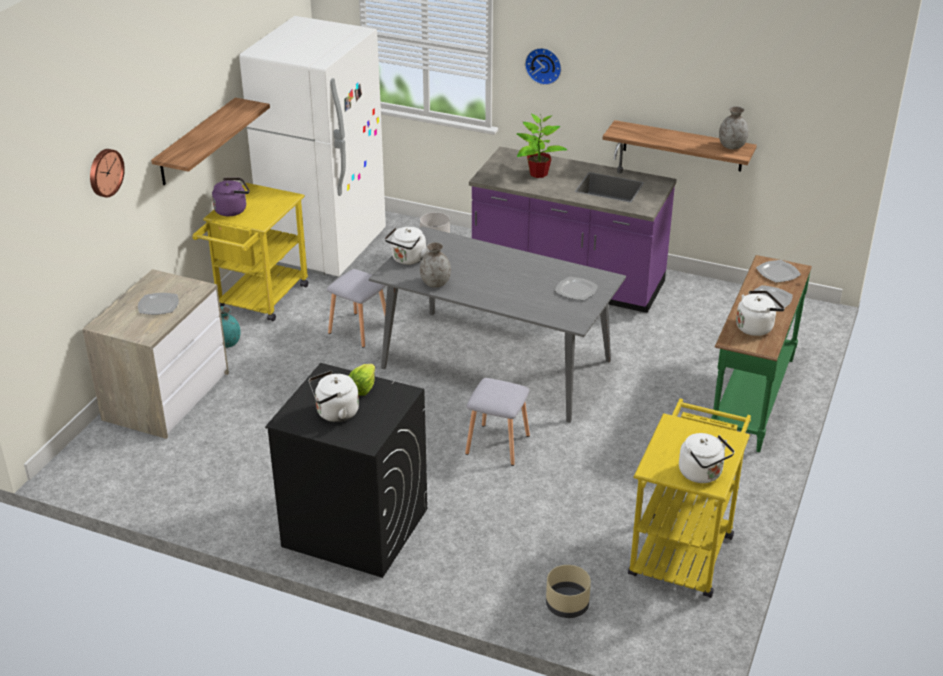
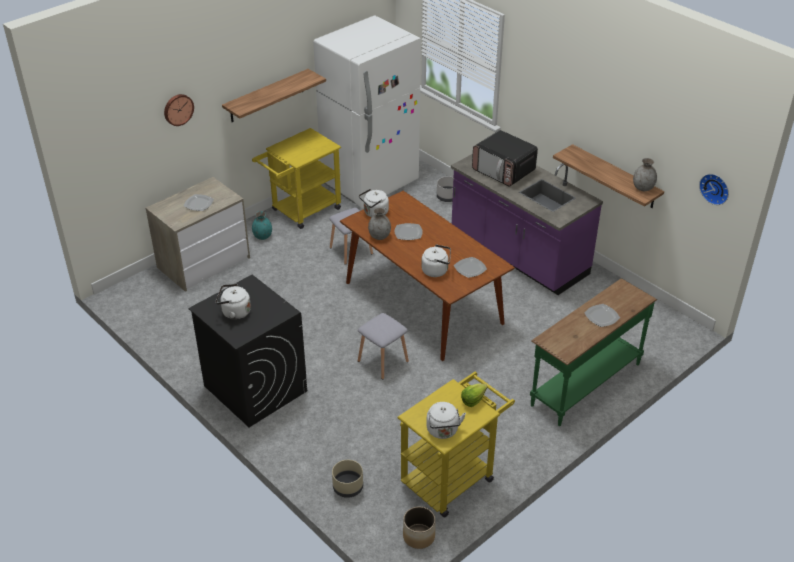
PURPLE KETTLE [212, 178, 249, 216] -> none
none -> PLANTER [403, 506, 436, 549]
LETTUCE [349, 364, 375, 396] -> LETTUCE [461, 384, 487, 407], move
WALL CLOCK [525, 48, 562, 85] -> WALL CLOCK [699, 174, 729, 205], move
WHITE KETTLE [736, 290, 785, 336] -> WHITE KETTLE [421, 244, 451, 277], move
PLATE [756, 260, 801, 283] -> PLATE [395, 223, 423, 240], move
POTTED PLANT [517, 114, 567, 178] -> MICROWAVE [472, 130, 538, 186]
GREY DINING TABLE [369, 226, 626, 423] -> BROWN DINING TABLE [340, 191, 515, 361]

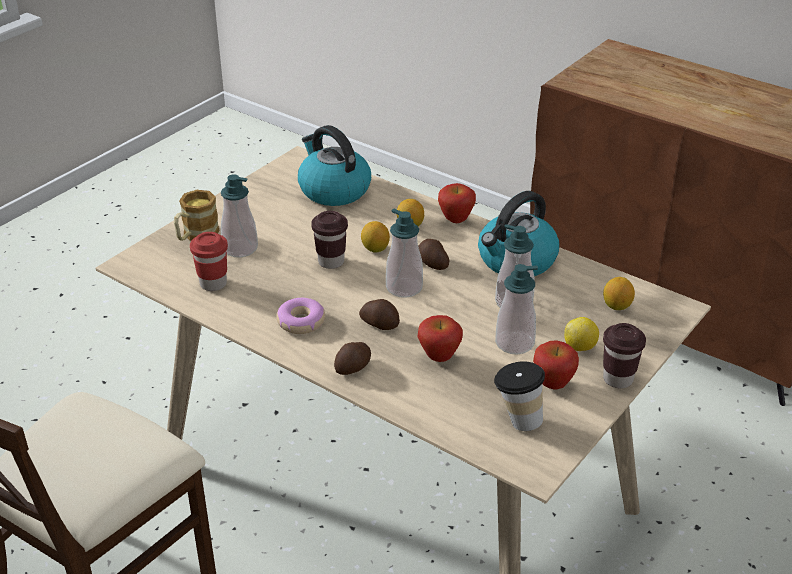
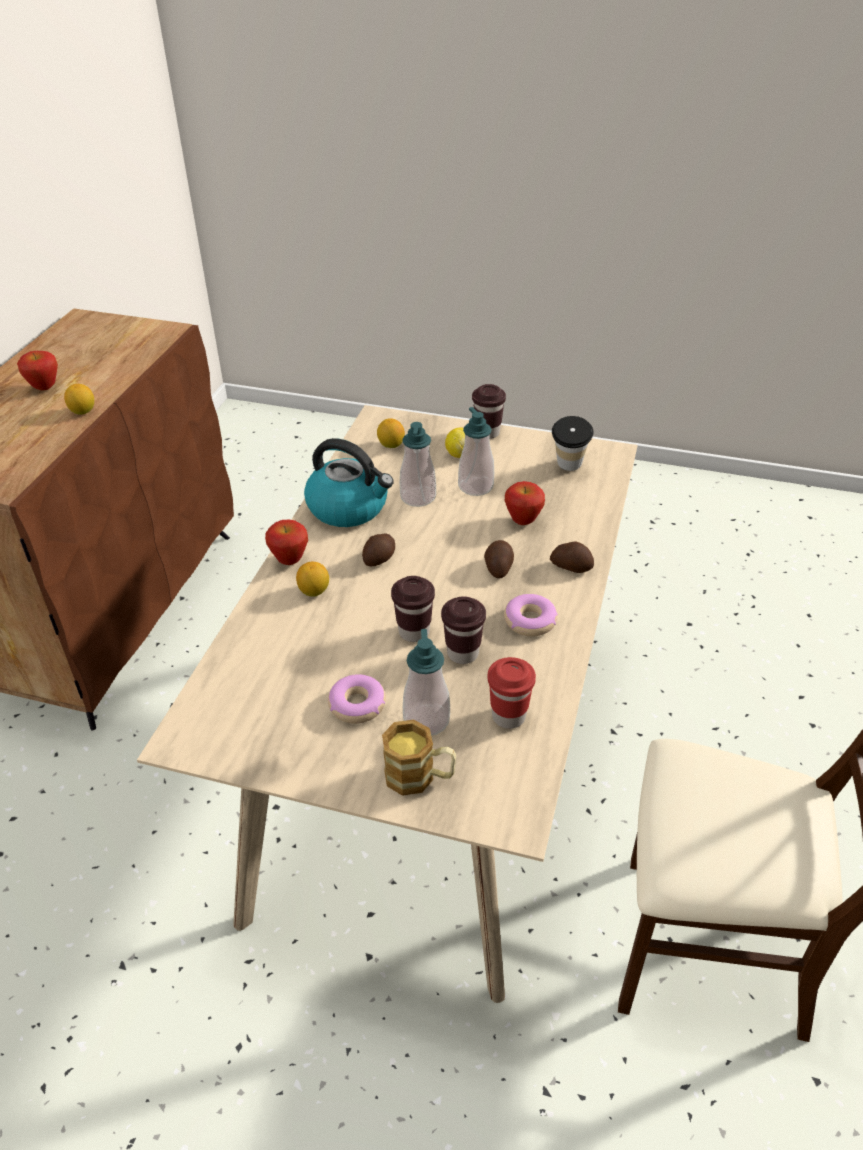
KETTLE [298, 125, 371, 206] -> none
SOAP DISPENSER [386, 209, 423, 298] -> none
none -> DONUT [328, 674, 386, 724]
none -> BROWN CUP [441, 596, 486, 664]
LEMON [361, 221, 390, 253] -> LEMON [64, 384, 94, 415], move
APPLE [533, 341, 579, 390] -> APPLE [17, 351, 58, 390], move

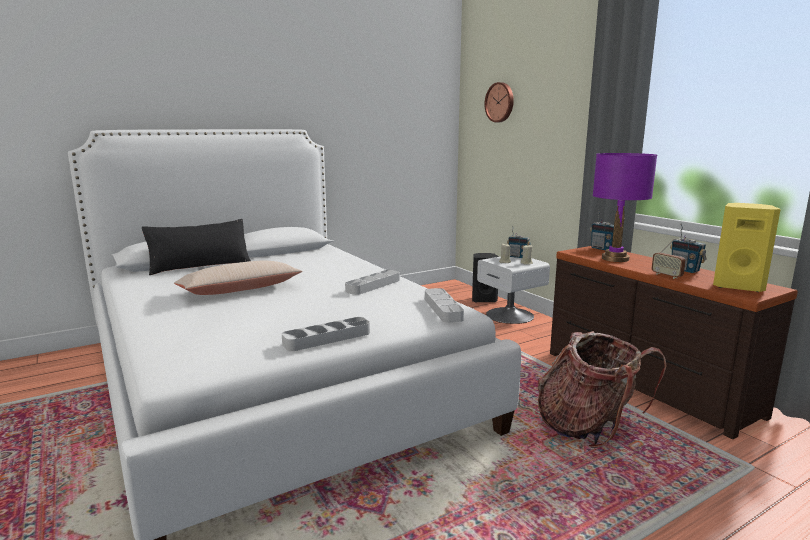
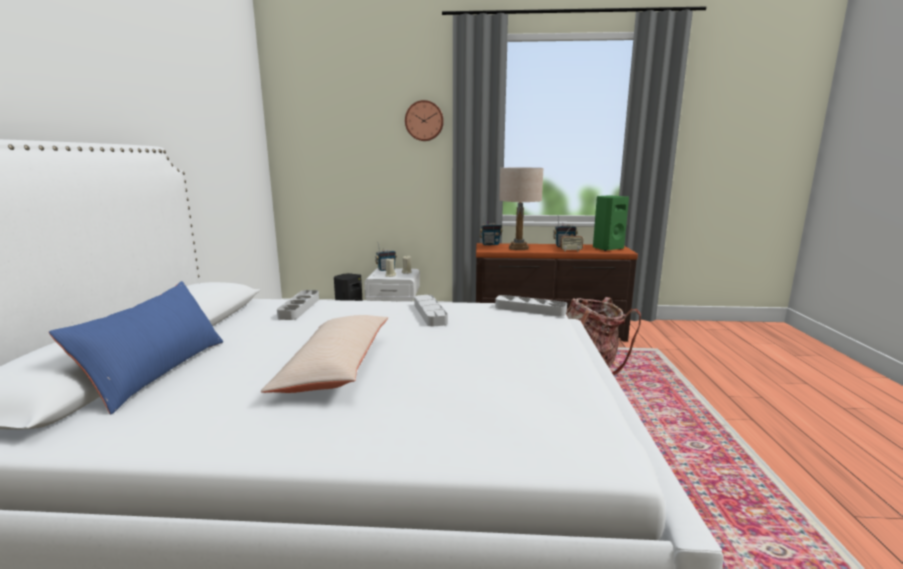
GREY TRAY [282, 317, 370, 351] -> GREY TRAY [277, 290, 319, 320], move
WALL CLOCK [485, 82, 514, 122] -> WALL CLOCK [405, 100, 444, 141], move
BLACK PILLOW [142, 219, 251, 275] -> BLUE PILLOW [49, 281, 223, 415]
PURPLE TABLE LAMP [593, 153, 657, 262] -> BEIGE TABLE LAMP [499, 168, 544, 250]
YELLOW SPEAKER [713, 203, 781, 292] -> GREEN SPEAKER [593, 196, 629, 251]

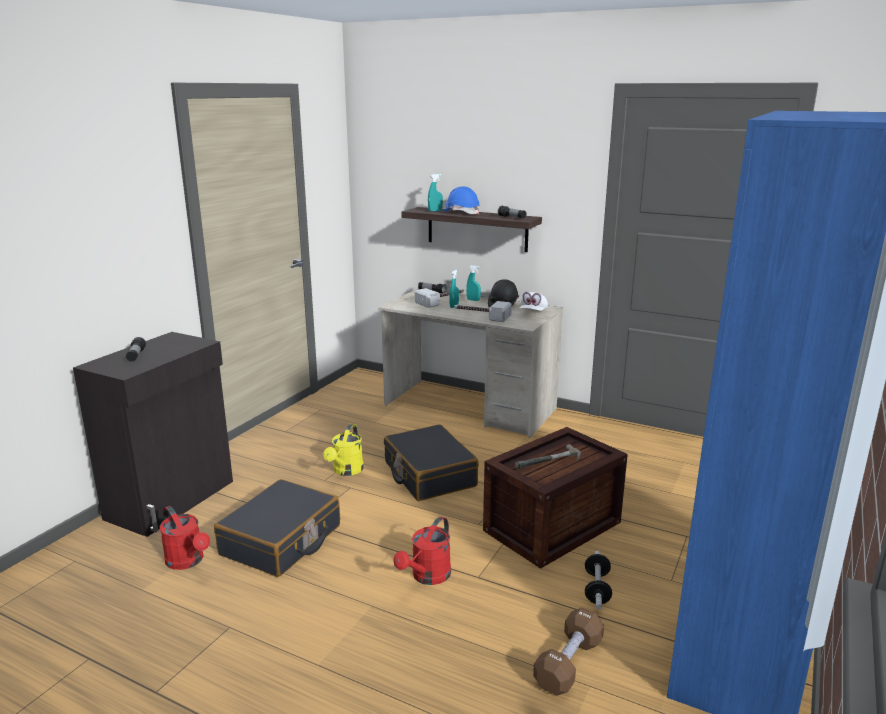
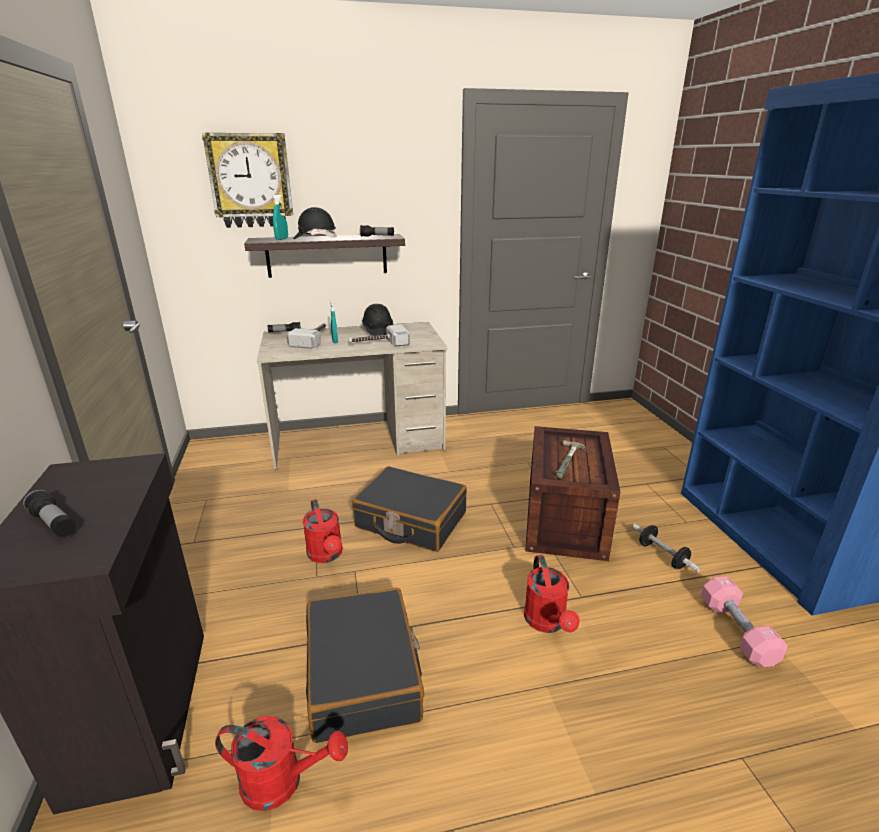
TURQUOISE SPRAY BOTTLE [466, 265, 481, 301] -> none
WHITE CAP [520, 292, 548, 311] -> none
none -> WALL CLOCK [202, 132, 293, 228]
YELLOW WATERING CAN [323, 424, 364, 476] -> RED WATERING CAN [302, 499, 343, 563]
BLUE HARD HAT [442, 186, 480, 214] -> BLACK HARD HAT [293, 207, 337, 239]
BROWN DUMBBELL [533, 607, 604, 696] -> PINK DUMBBELL [701, 576, 788, 667]

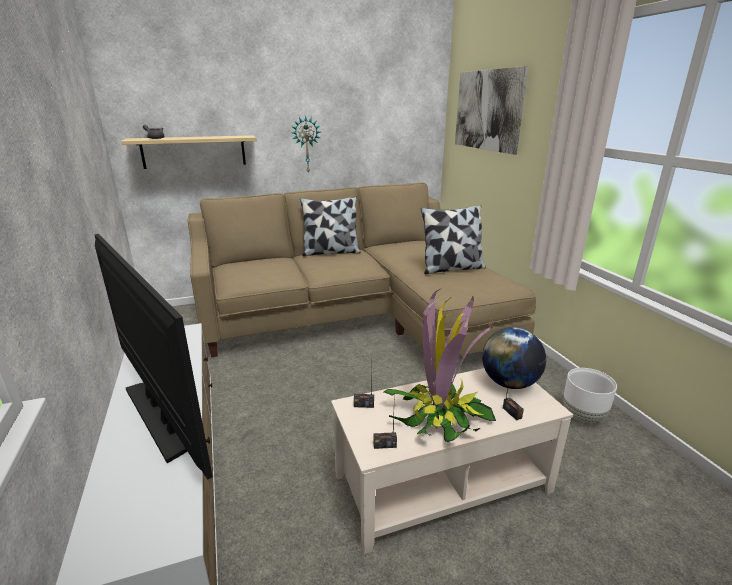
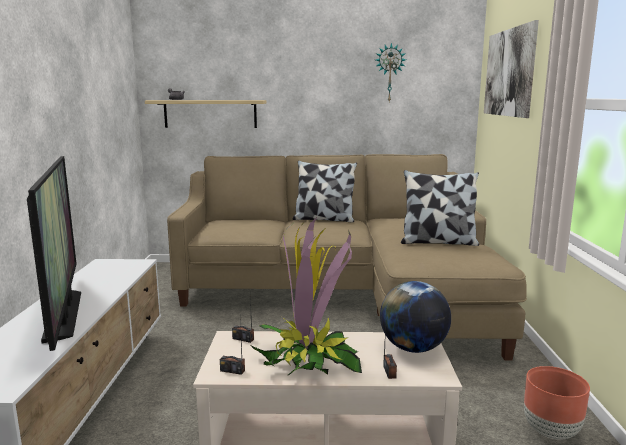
WALL CLOCK [292, 116, 321, 174] -> WALL CLOCK [376, 43, 406, 102], move
WHITE PLANTER [563, 368, 617, 423] -> BROWN PLANTER [524, 366, 590, 440]

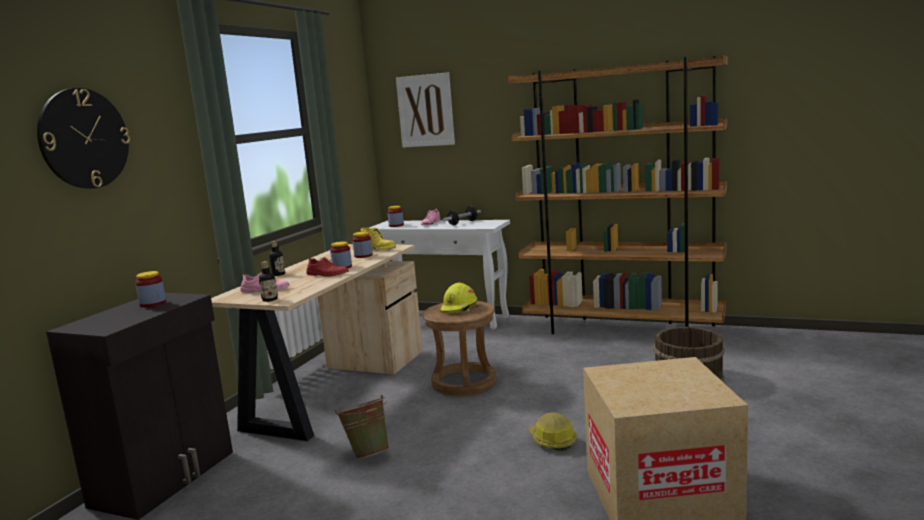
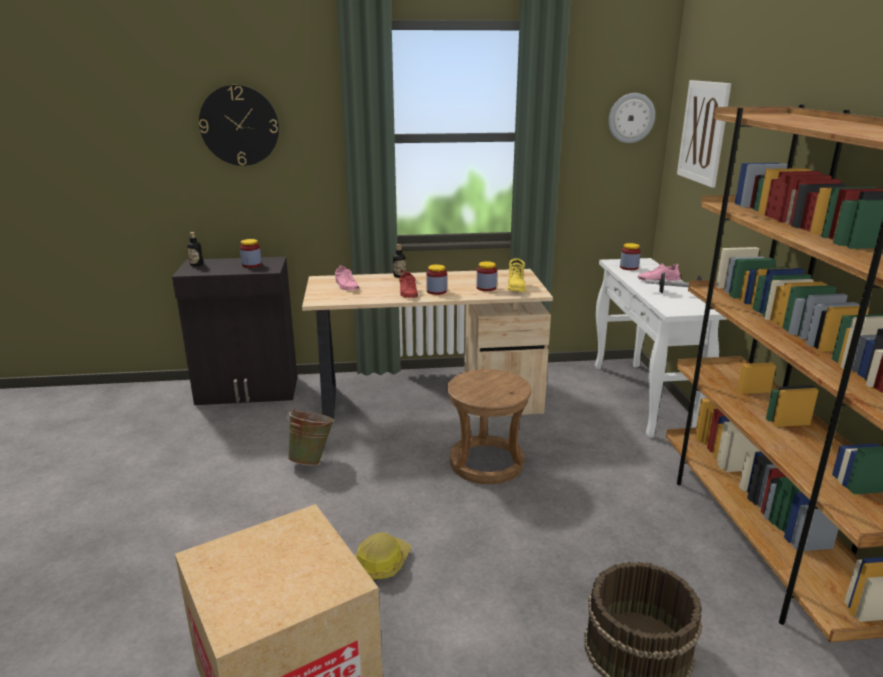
YELLOW HARD HAT [440, 283, 477, 313] -> none
none -> WALL CLOCK [608, 93, 655, 143]
BOTTLE [259, 261, 278, 302] -> BOTTLE [187, 232, 203, 266], move

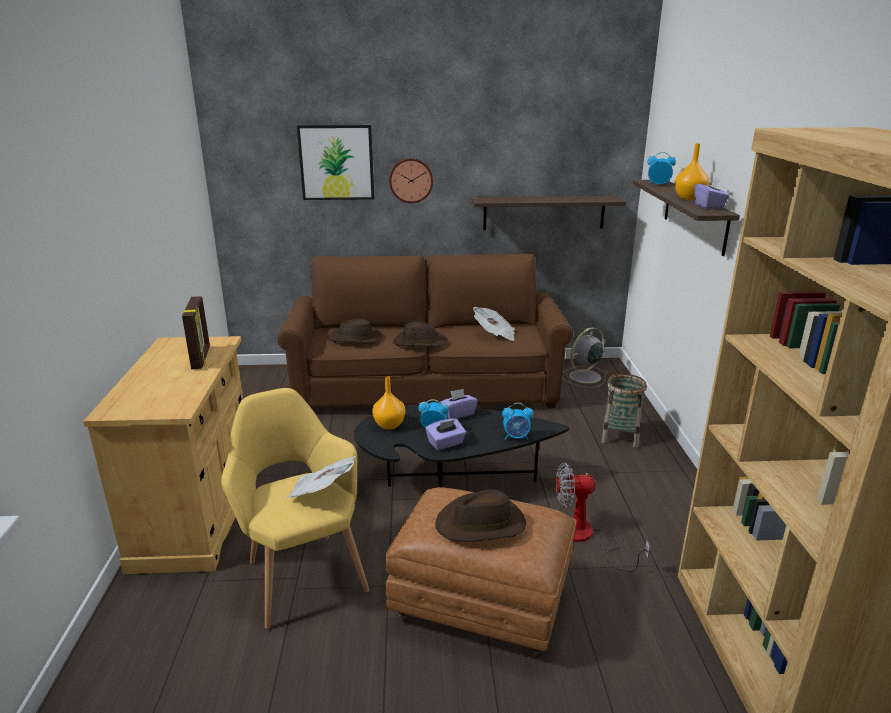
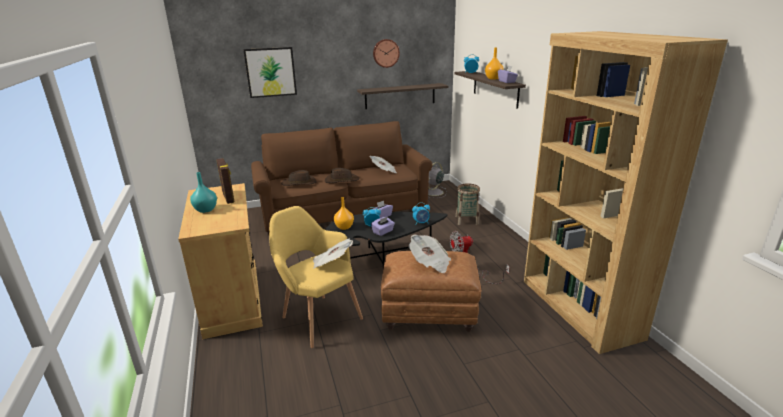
none -> TURQUOISE VASE [190, 172, 217, 213]
WALL CLOCK [389, 158, 433, 203] -> WALL CLOCK [373, 39, 400, 68], move
BROWN HAT [435, 489, 526, 541] -> NEWSPAPER [409, 234, 451, 273]

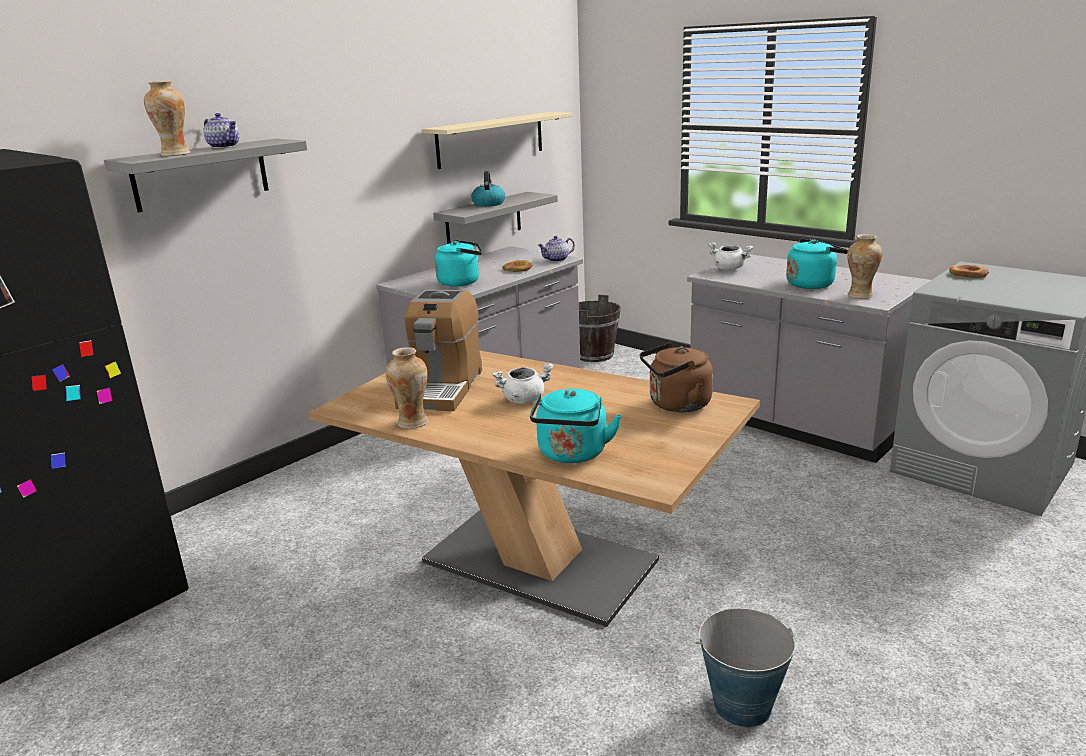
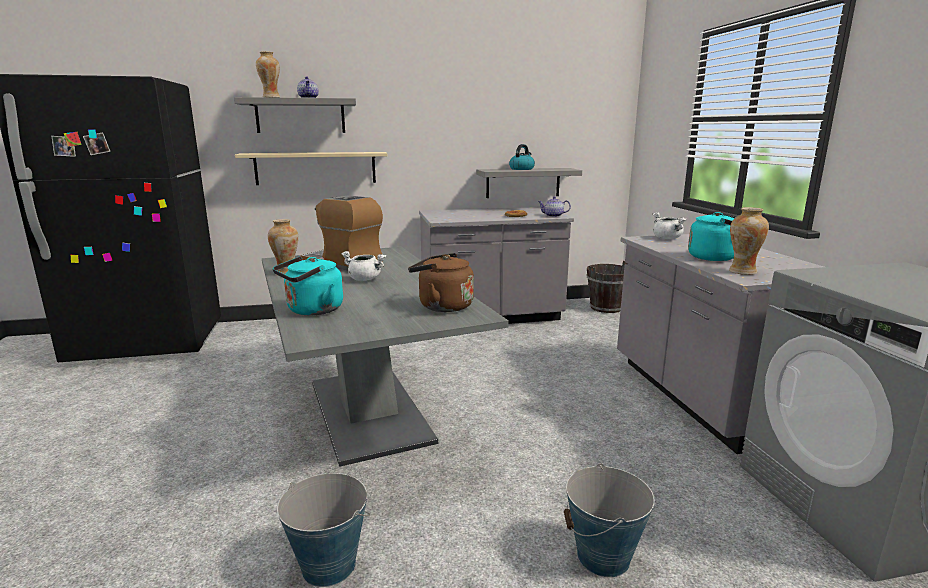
TURQUOISE KETTLE [435, 240, 482, 286] -> none
BREAD [949, 265, 989, 278] -> none
none -> BUCKET [564, 463, 655, 577]
BEIGE SHELF [422, 112, 573, 169] -> BEIGE SHELF [235, 152, 388, 185], move
BROWN DINING TABLE [308, 350, 760, 627] -> GREY DINING TABLE [262, 247, 509, 467]
COFFEE MACHINE [394, 290, 482, 411] -> COFFEE MACHINE [300, 195, 383, 270], 75 degrees clockwise

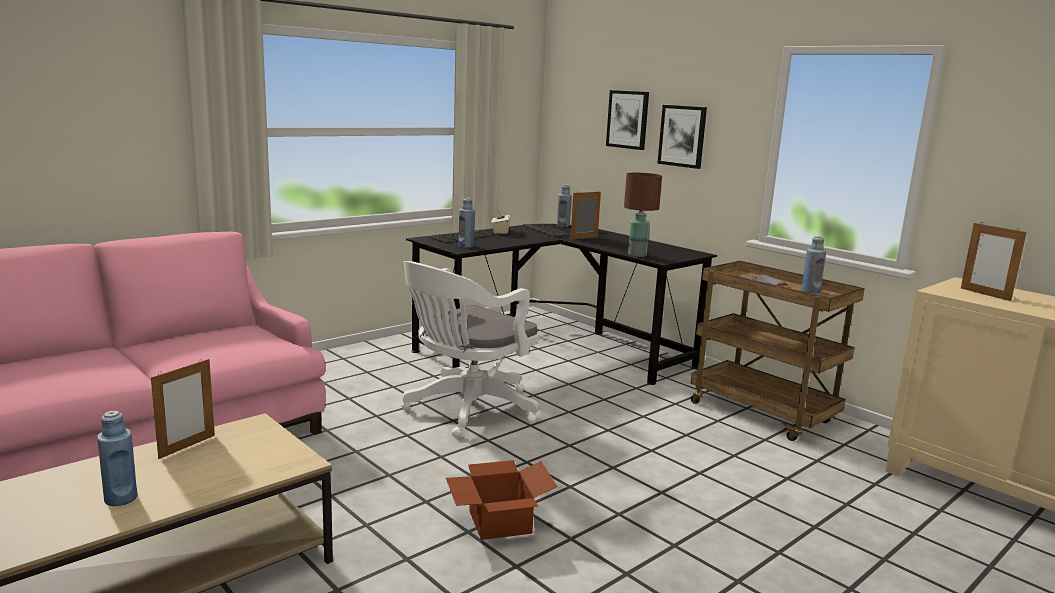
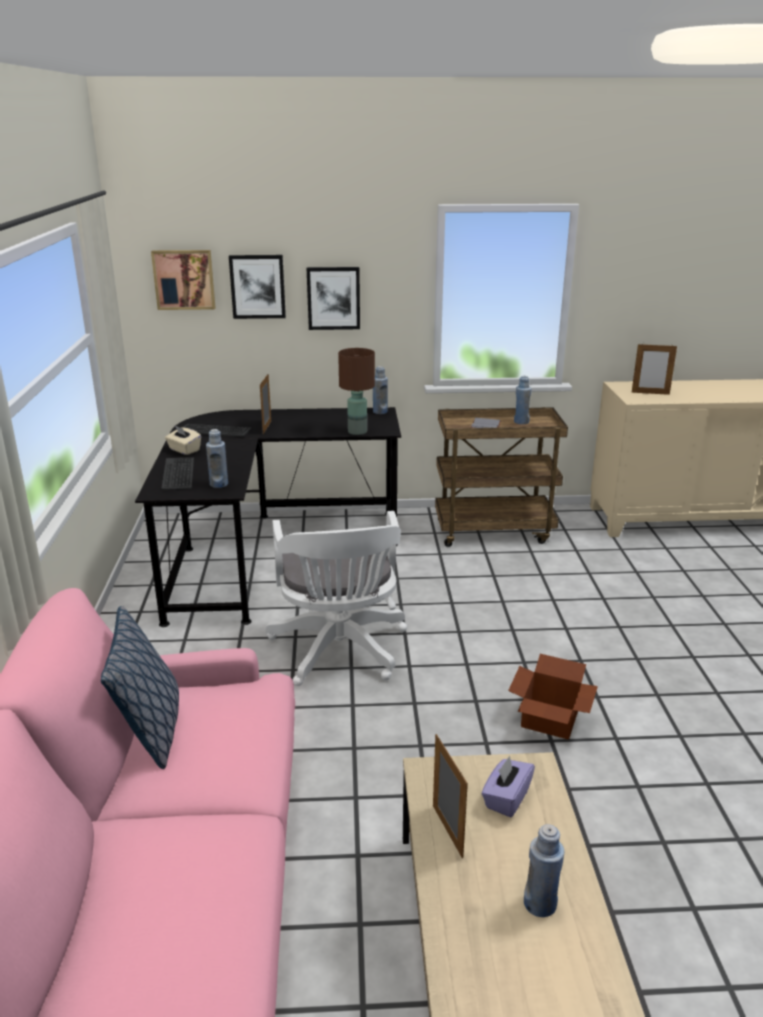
none -> PILLOW [101, 606, 179, 769]
none -> PICTURE [151, 250, 216, 310]
none -> PURPLE TISSUE BOX [482, 756, 535, 817]
BLUE BOTTLE [557, 184, 572, 227] -> BLUE BOTTLE [373, 366, 388, 414], move

